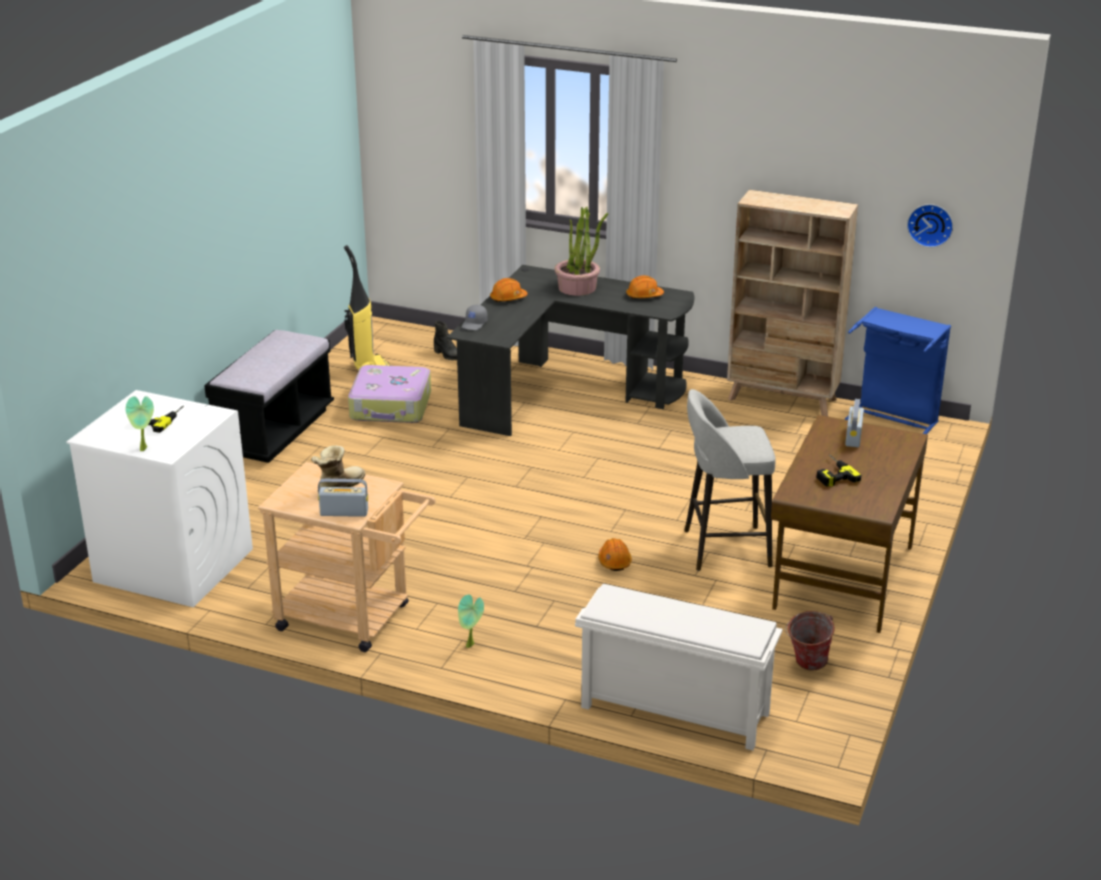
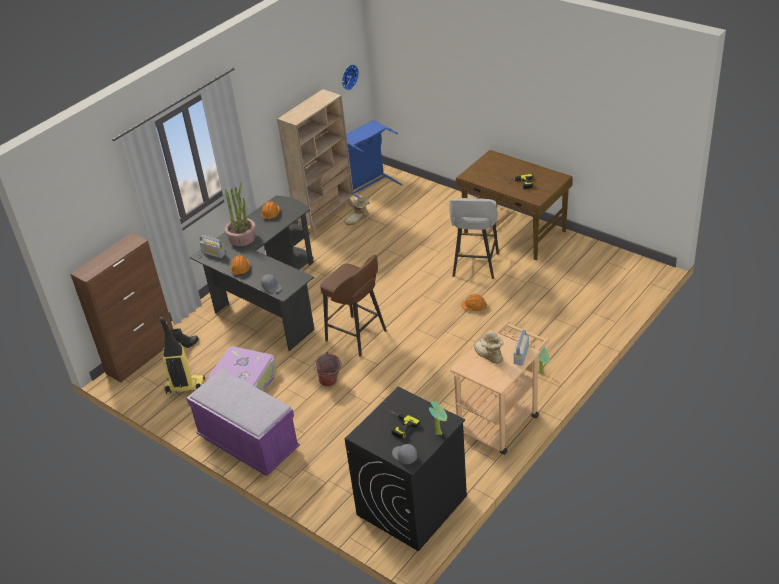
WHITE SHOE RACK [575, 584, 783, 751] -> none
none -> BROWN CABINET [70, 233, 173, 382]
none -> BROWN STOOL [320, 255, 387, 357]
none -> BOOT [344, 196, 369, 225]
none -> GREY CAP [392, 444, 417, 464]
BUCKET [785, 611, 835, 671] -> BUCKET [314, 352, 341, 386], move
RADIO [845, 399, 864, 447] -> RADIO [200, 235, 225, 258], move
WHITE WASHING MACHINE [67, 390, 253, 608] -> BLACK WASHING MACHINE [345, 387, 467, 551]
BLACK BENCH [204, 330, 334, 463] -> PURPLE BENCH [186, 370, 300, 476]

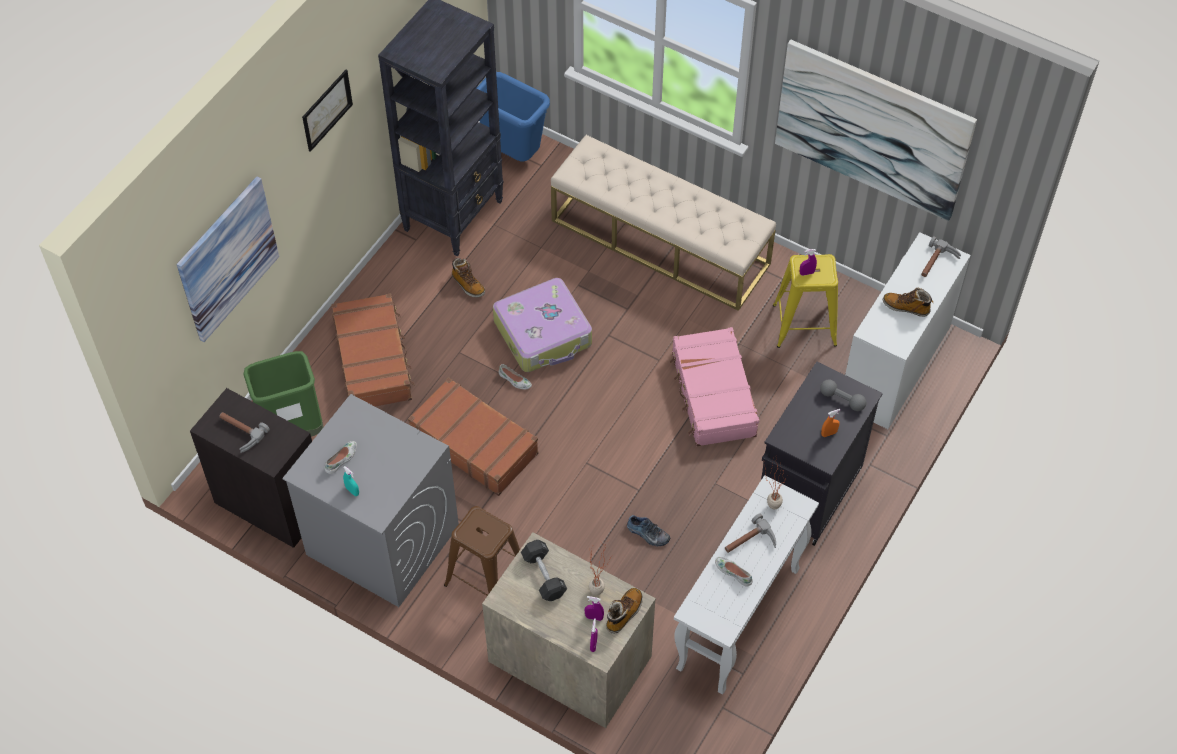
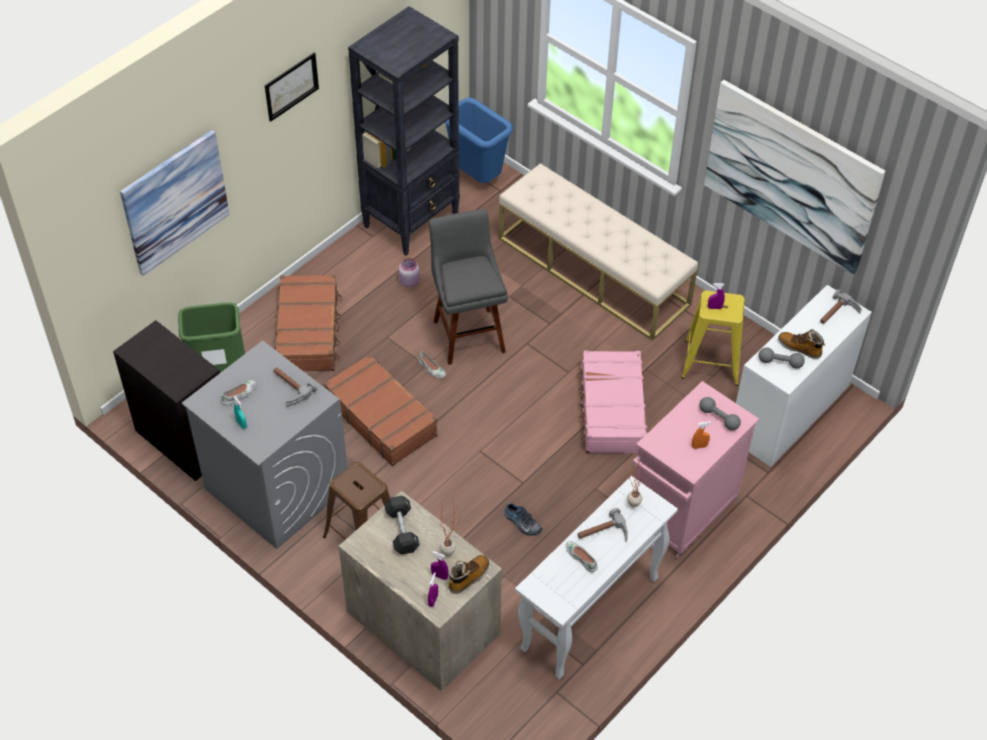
none -> GREY DUMBBELL [759, 347, 805, 369]
HAMMER [220, 412, 270, 453] -> HAMMER [273, 367, 317, 406], move
BOOT [452, 258, 485, 297] -> PINK JAR [399, 258, 420, 287]
SUITCASE [493, 278, 592, 372] -> GREY STOOL [429, 209, 508, 365]
BLACK CABINET [761, 362, 883, 546] -> PINK CABINET [633, 381, 759, 560]

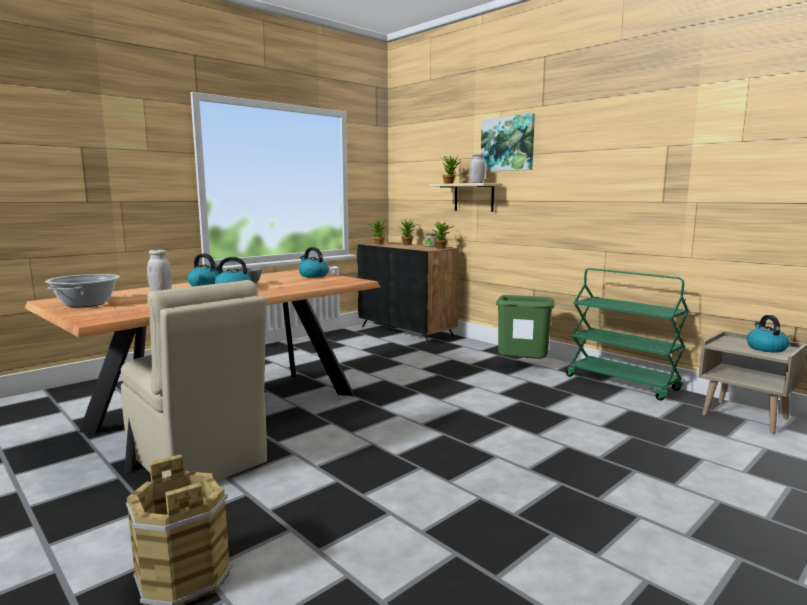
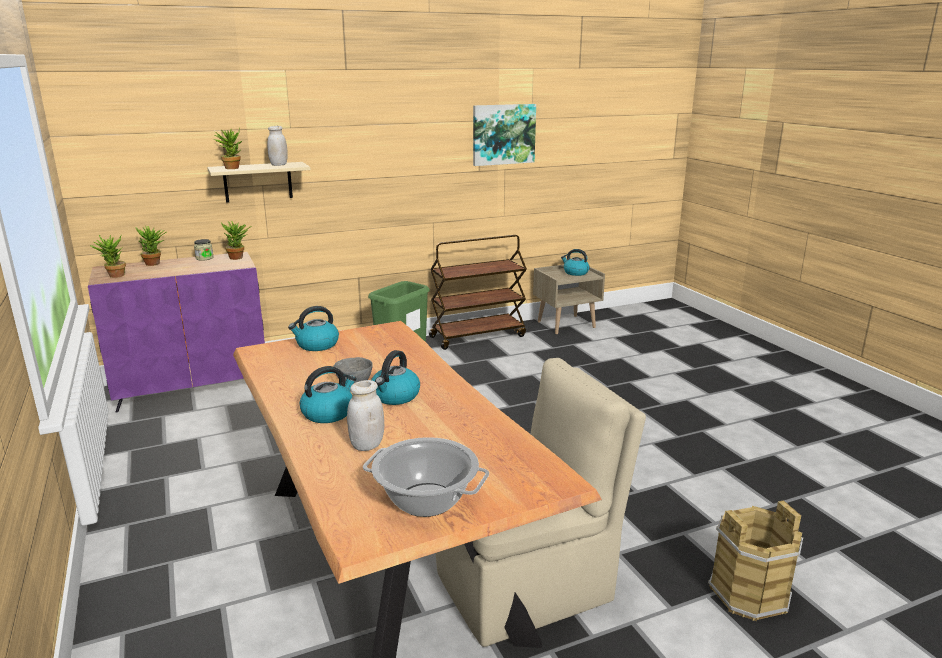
PICTURE [481, 113, 535, 172] -> PICTURE [473, 104, 536, 166], move
BLACK CABINET [357, 242, 460, 345] -> PURPLE CABINET [88, 252, 265, 412]
GREEN CART [566, 268, 689, 401] -> BROWN CART [429, 235, 527, 350]

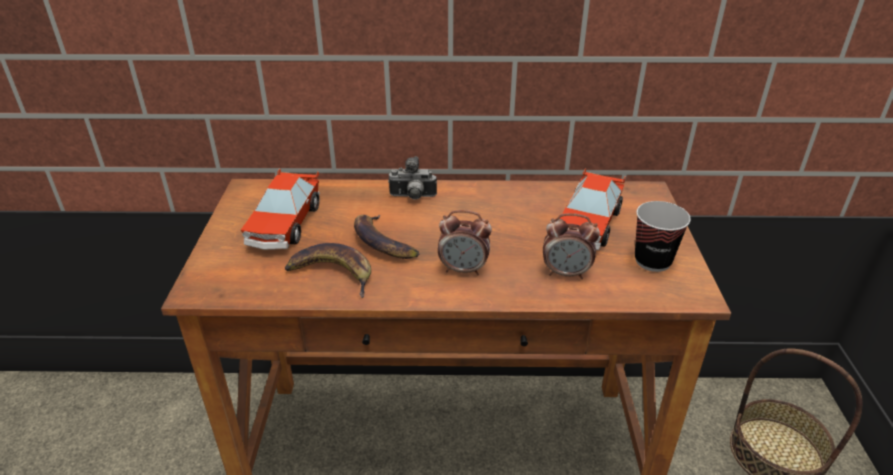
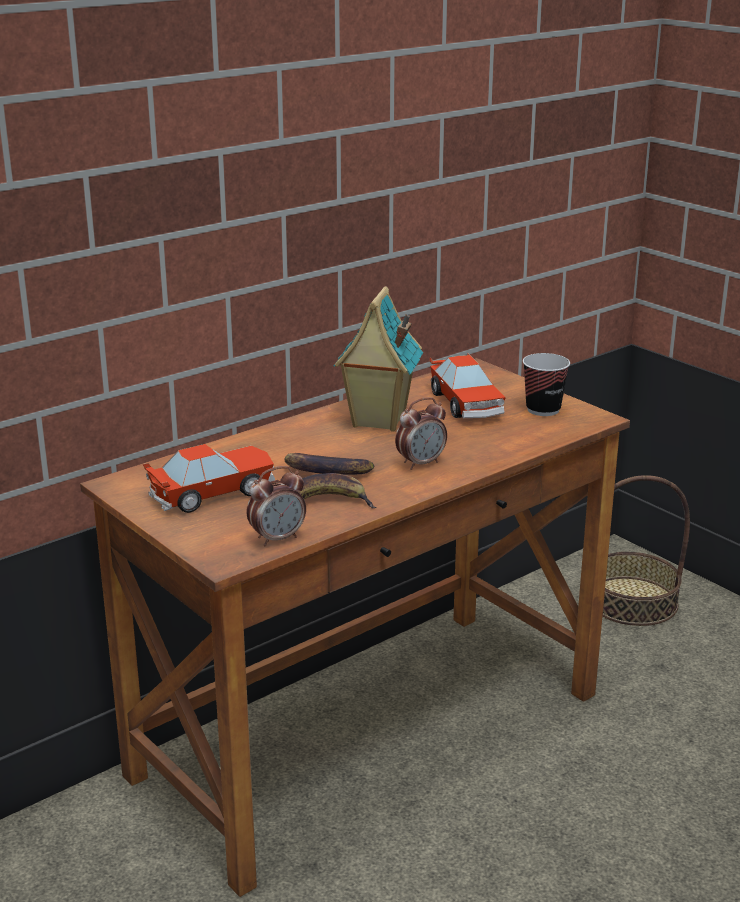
PHOTO CAMERA [388, 156, 437, 199] -> none
none -> TOY HOUSE [334, 286, 423, 432]
ALARM CLOCK [543, 213, 600, 279] -> ALARM CLOCK [246, 466, 306, 546], move
TOY CAR [241, 169, 320, 250] -> TOY CAR [142, 444, 275, 513], 90 degrees counterclockwise

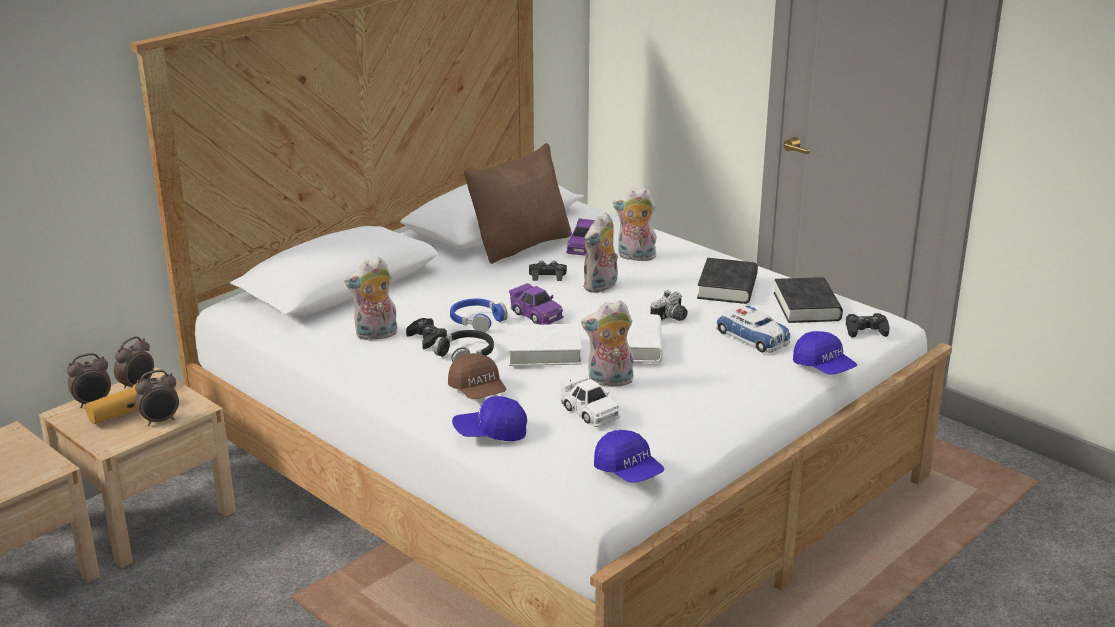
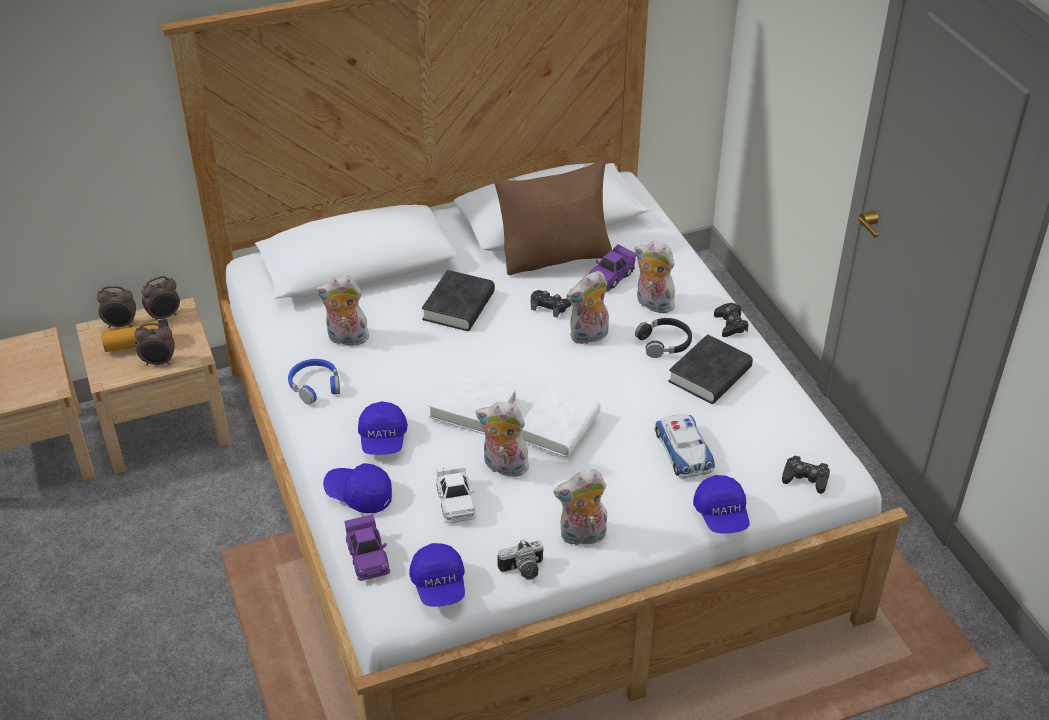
none -> PLUSH TOY [554, 469, 607, 546]
BLACK GAME CONTROLLER [406, 318, 447, 349] -> BLACK GAME CONTROLLER [714, 303, 749, 337], move
BLACK HEADPHONES [434, 330, 494, 362] -> BLACK HEADPHONES [635, 318, 692, 358], move
BLUE HEADPHONES [450, 299, 508, 332] -> BLUE HEADPHONES [288, 359, 340, 405], move
PURPLE TOY CAR [509, 283, 564, 325] -> PURPLE TOY CAR [344, 514, 390, 581], move
PHOTO CAMERA [650, 290, 688, 321] -> PHOTO CAMERA [497, 540, 543, 580], move
BLACK BOOK [774, 277, 843, 323] -> BLACK BOOK [422, 270, 495, 331], move
BROWN CAP [448, 353, 506, 399] -> BLUE CAP [358, 401, 408, 455]

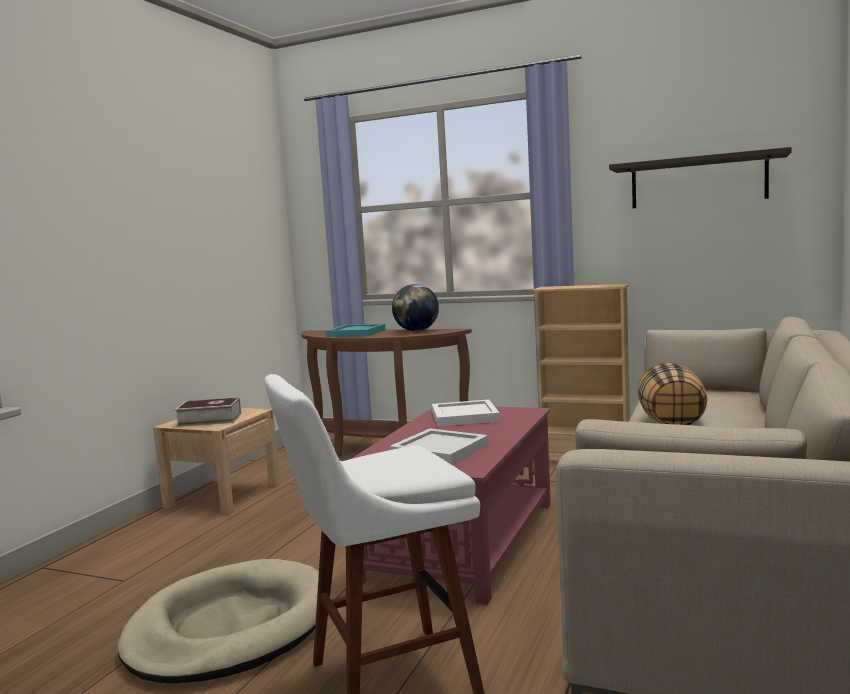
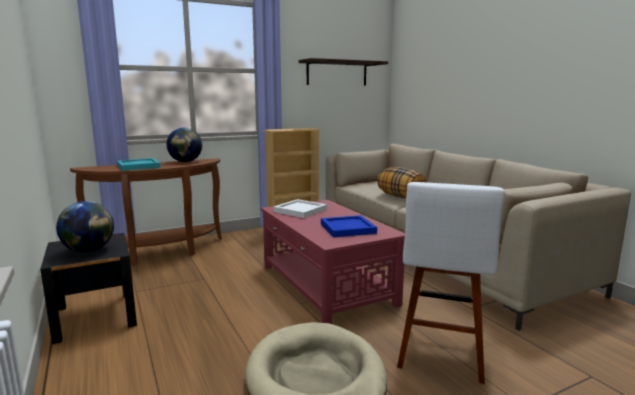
BOOK [175, 397, 241, 427] -> GLOBE [56, 201, 114, 252]
BEIGE NIGHTSTAND [153, 408, 280, 515] -> BLACK NIGHTSTAND [40, 233, 137, 344]
WHITE TRAY [389, 429, 488, 465] -> BLUE TRAY [321, 215, 377, 237]

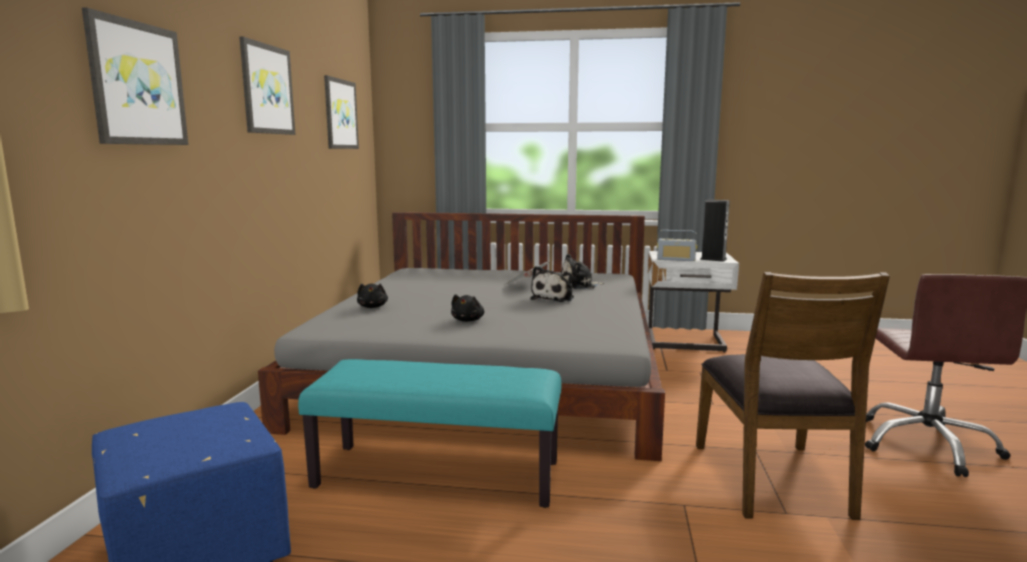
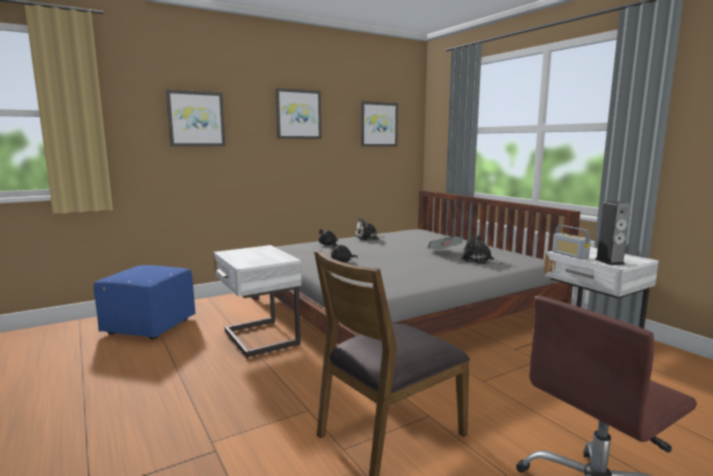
PLUSH TOY [530, 266, 574, 302] -> PLUSH TOY [355, 217, 385, 241], move
TURQUOISE BENCH [298, 359, 561, 508] -> WHITE NIGHTSTAND [213, 245, 302, 358]

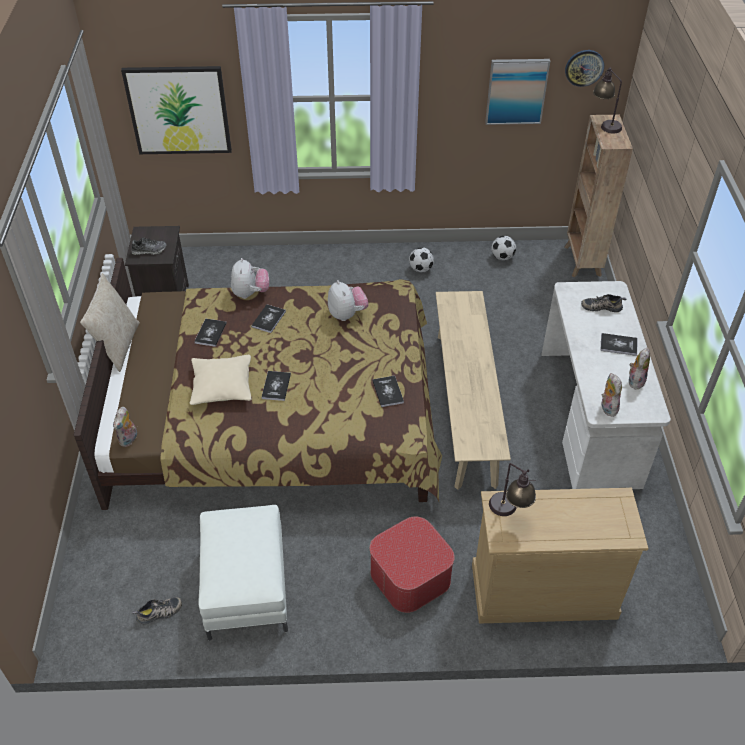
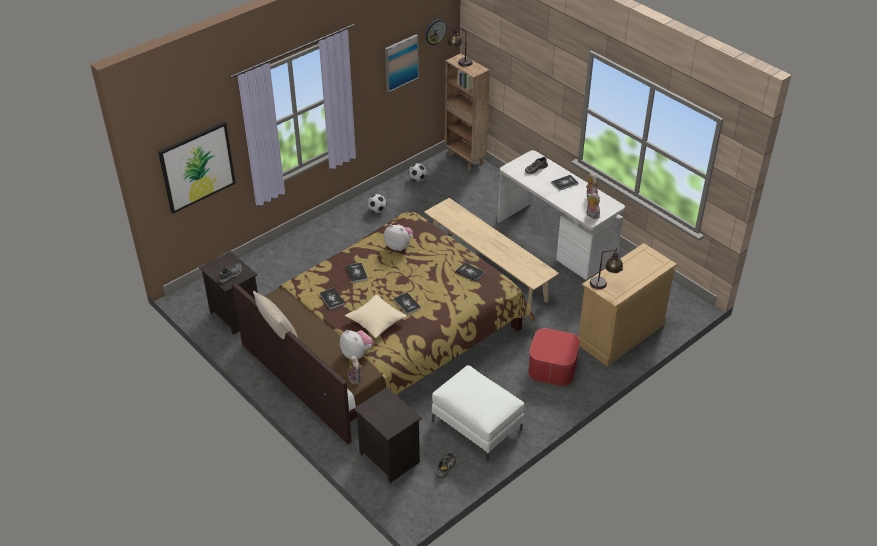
none -> BLACK NIGHTSTAND [354, 387, 422, 483]
PLUSH TOY [231, 258, 269, 299] -> PLUSH TOY [340, 330, 373, 359], move

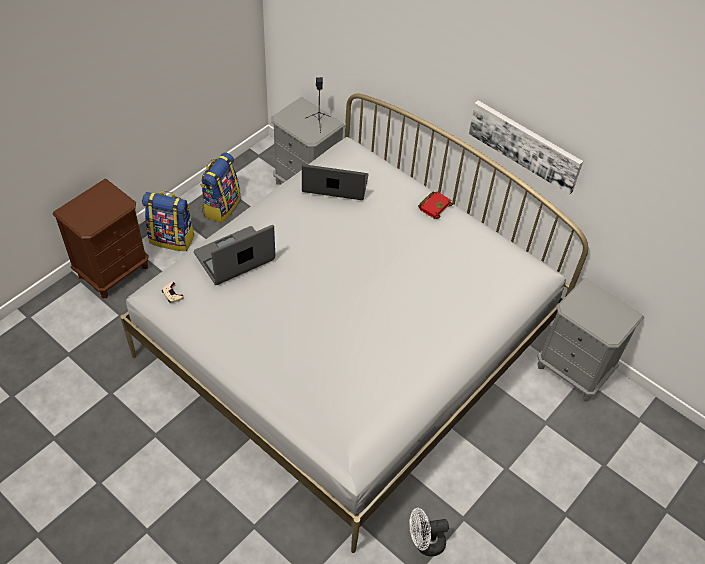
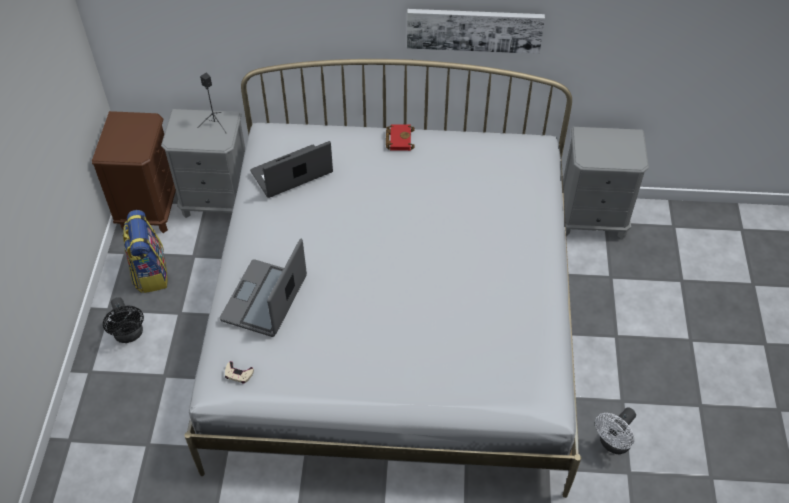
BROWN NIGHTSTAND [52, 179, 149, 298] -> BROWN NIGHTSTAND [92, 111, 176, 233], move
BACKPACK [142, 191, 195, 251] -> BLACK FAN [103, 297, 144, 343]

